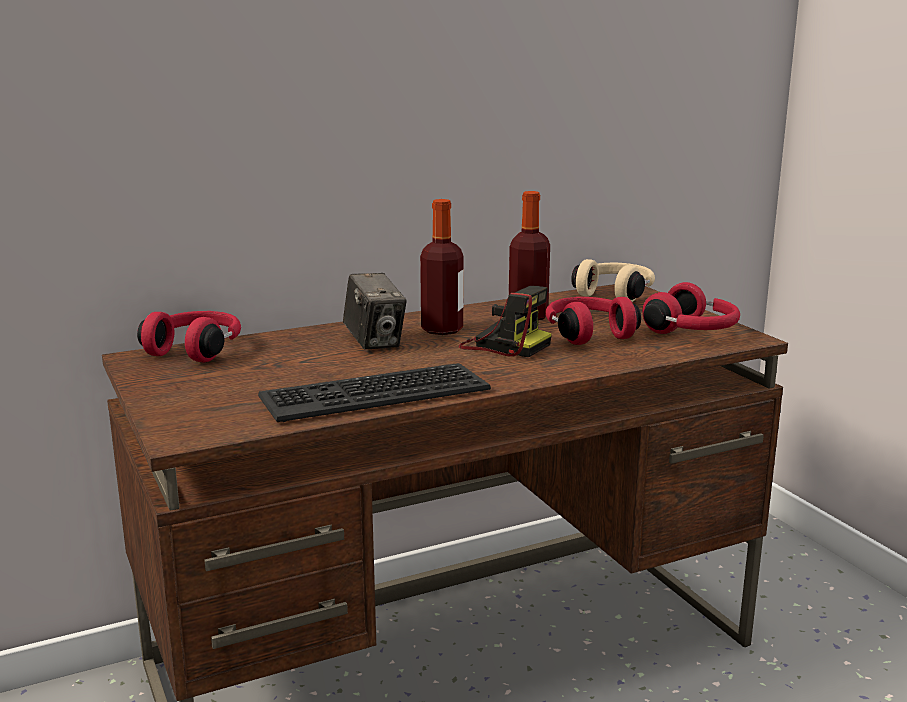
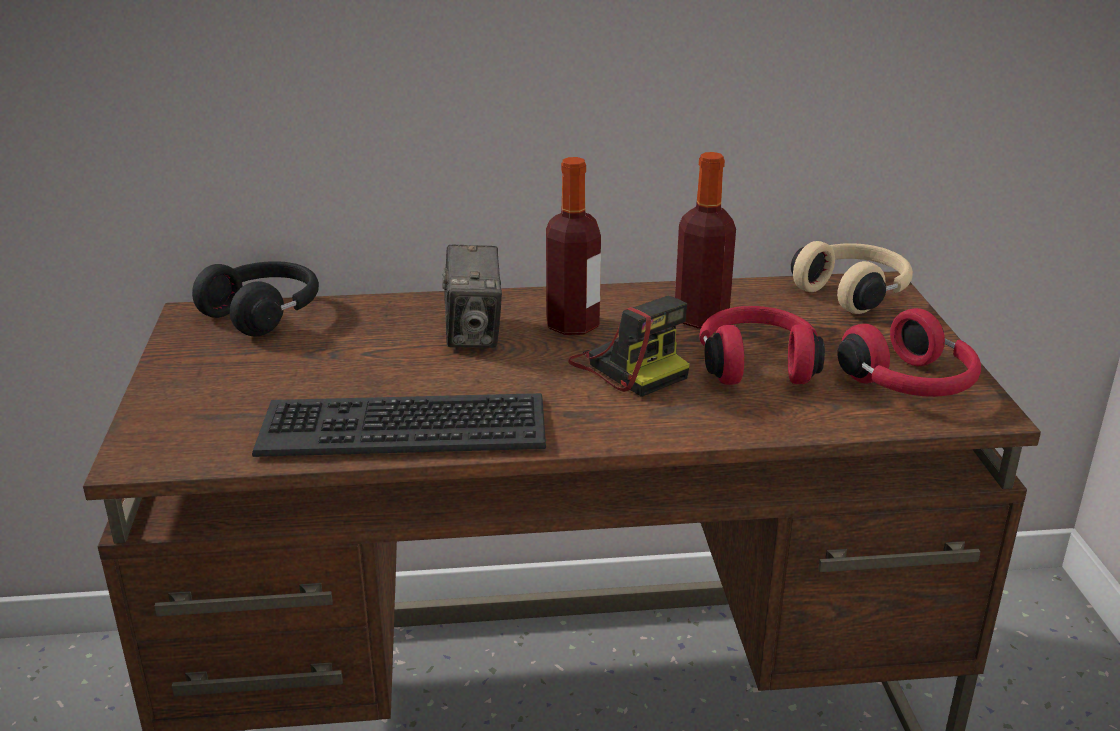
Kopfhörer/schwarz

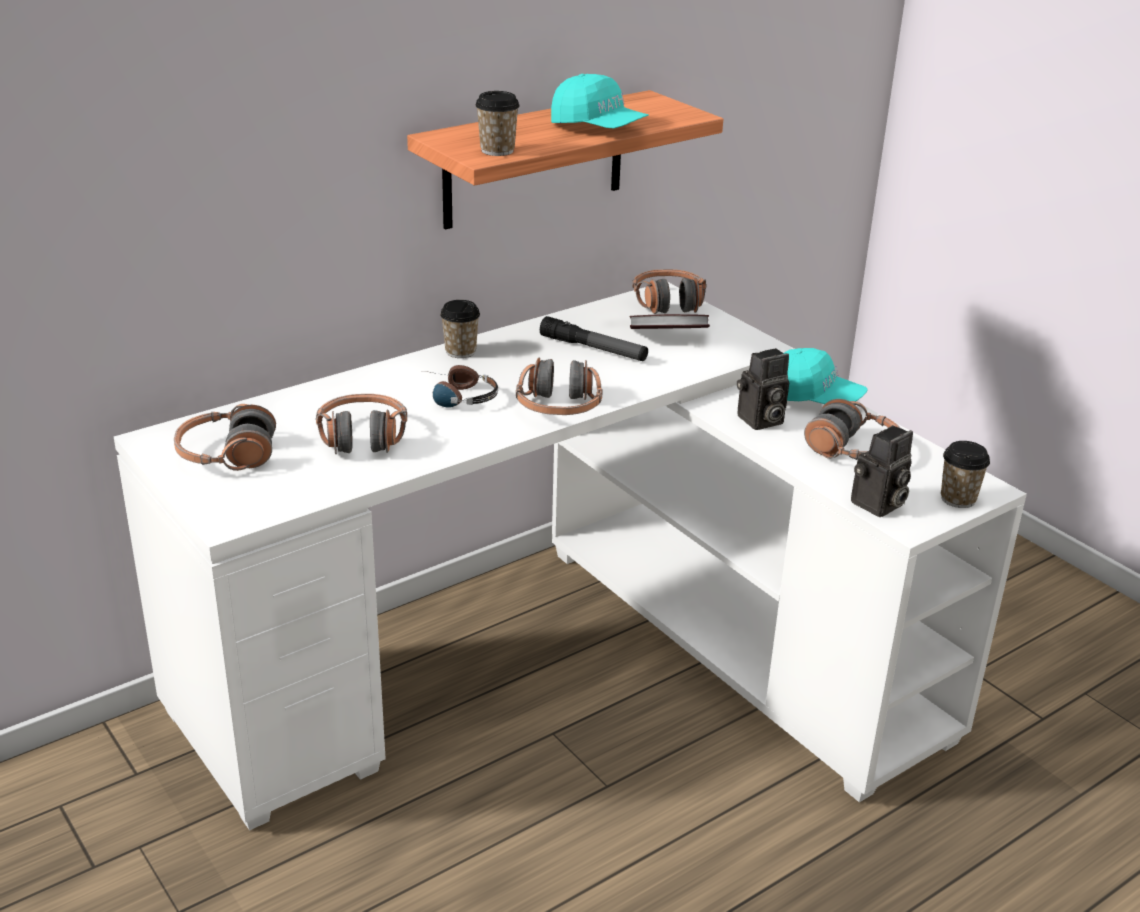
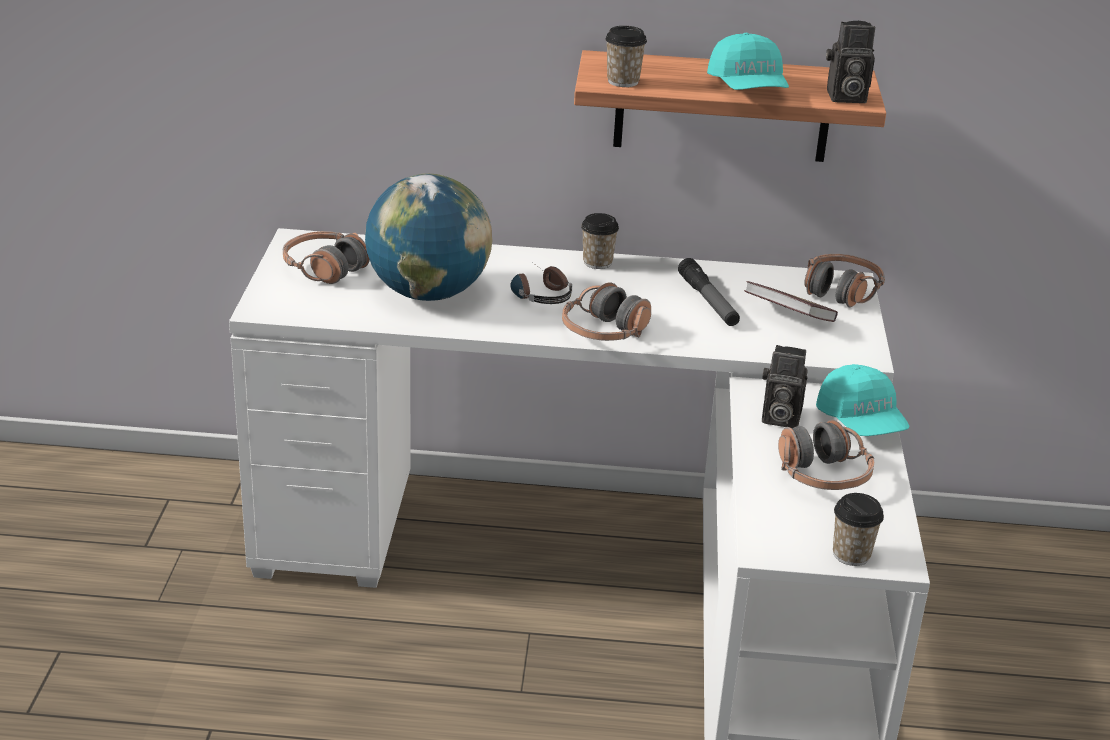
Kamera (no. 2 from left); Globus

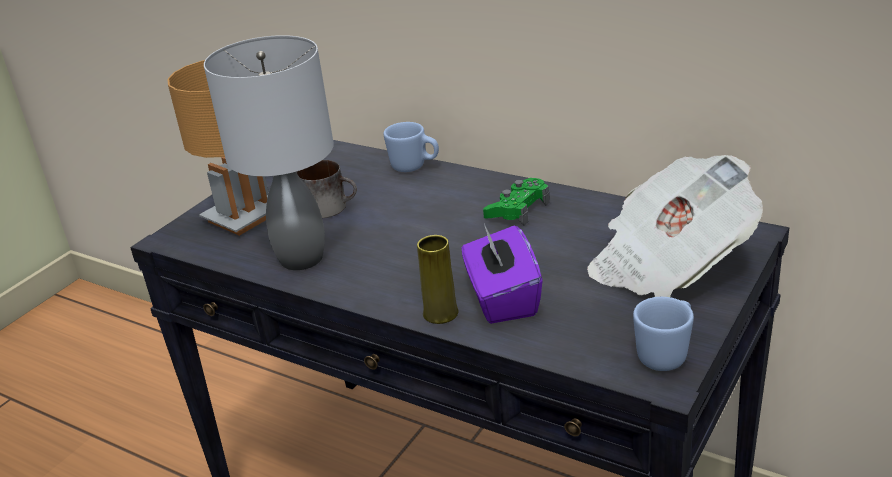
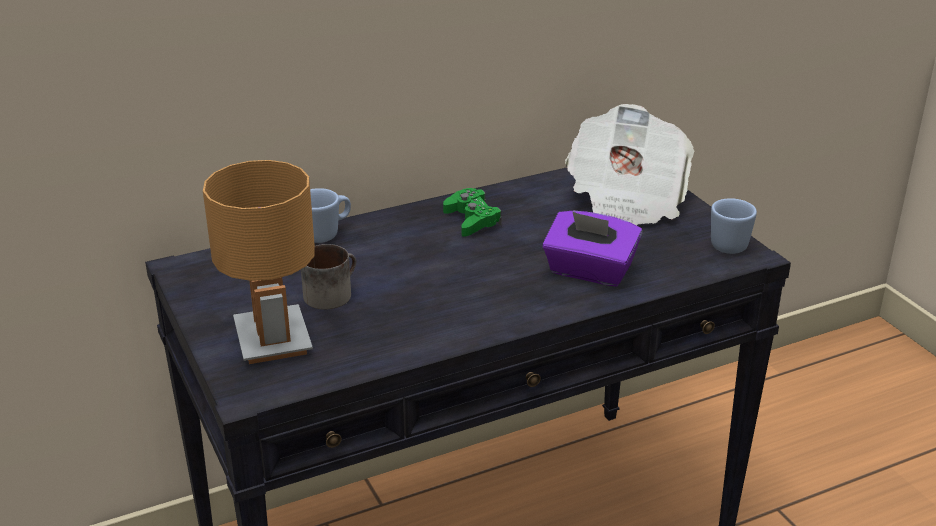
Tischlampe/grau; Vase/gelb

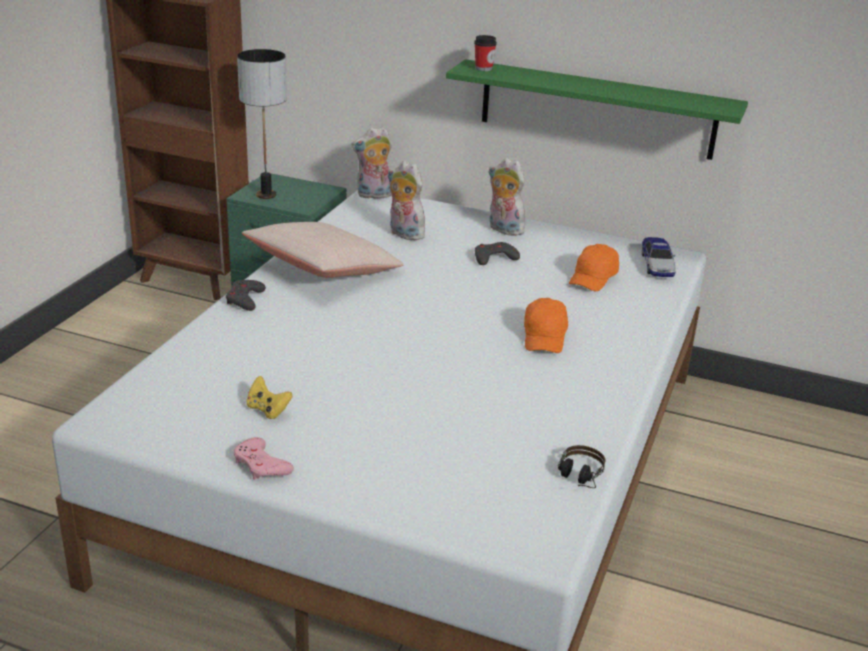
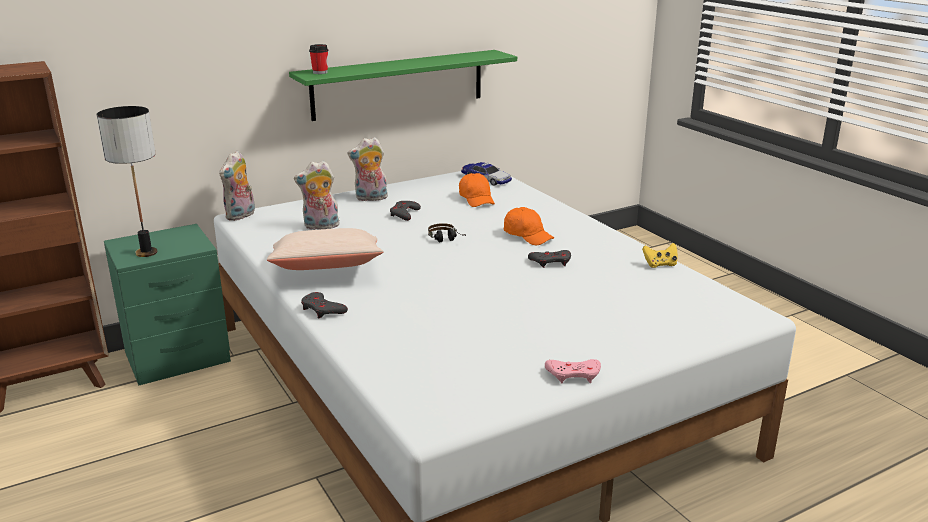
Gamepad/grau (no. 3 from left); Gamepad/gelb; Kopfhörer

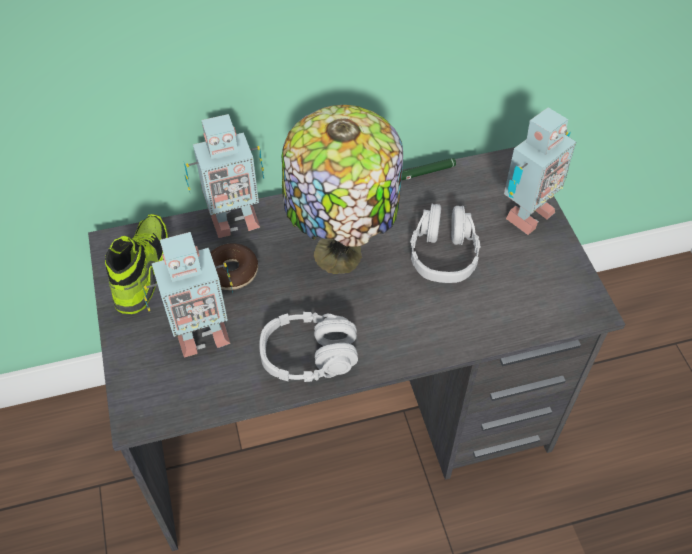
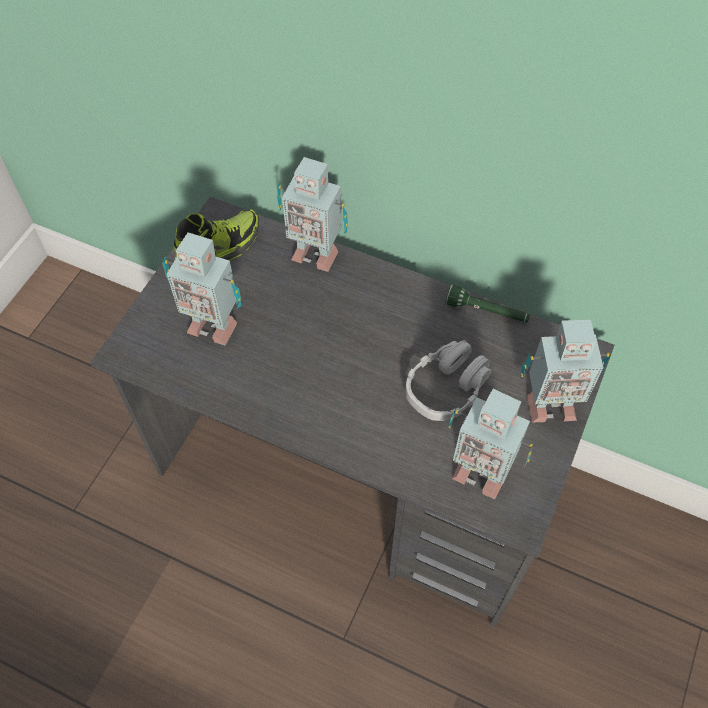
Donut; Kopfhörer/grau (no. 1 from left in the first image); Tischlampe; Spielzeugroboter (no. 3 from left)

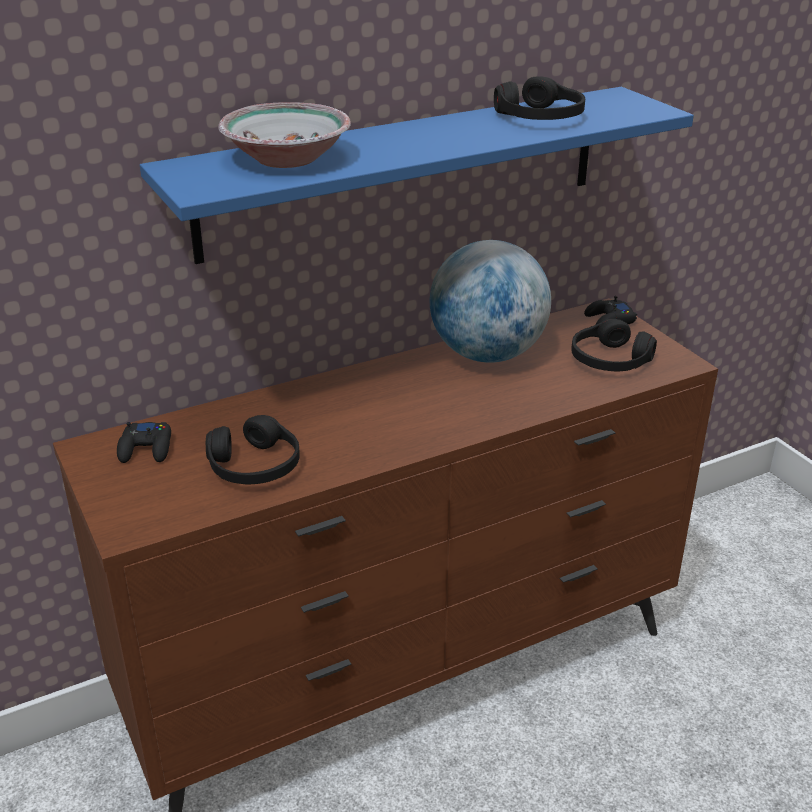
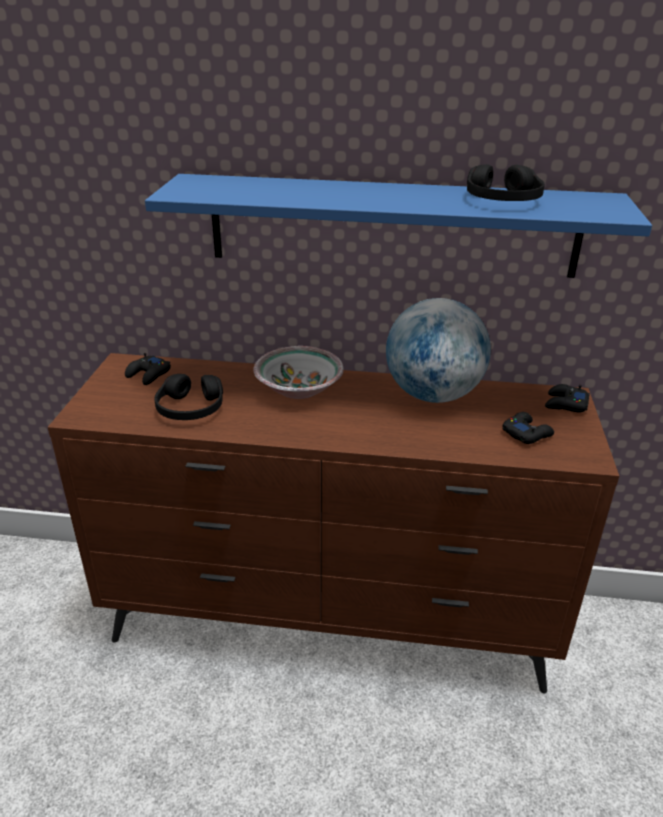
Schüssel; Gamepad/schwarz (no. 2 from left)

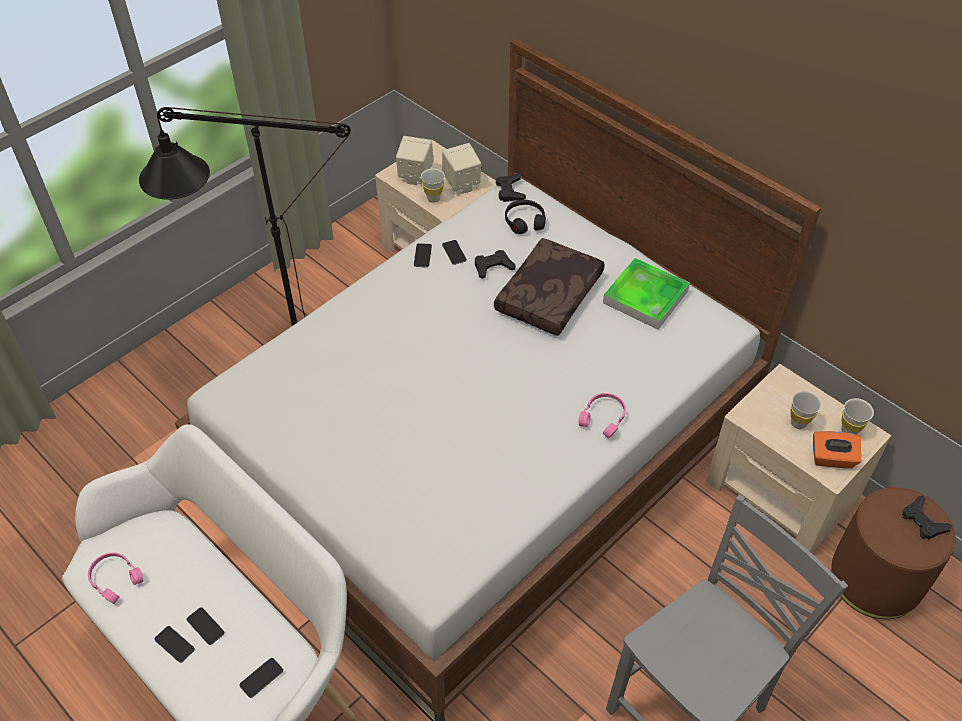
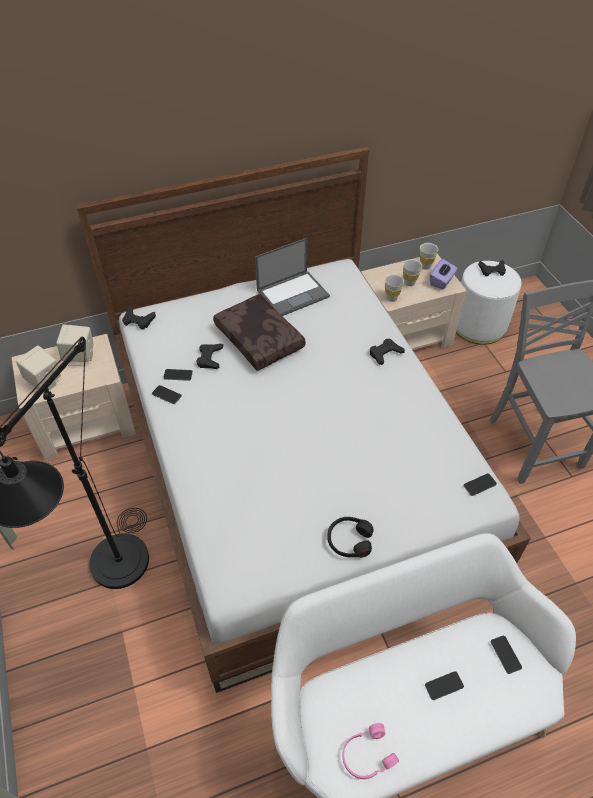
Handy (no. 4 from left); Tasse/weiß (no. 1 from left); Kopfhörer/schwarz; Gamepad/schwarz (no. 3 from left); Laptop; Taschentuchbox/lila; Polsterhocker/weiß

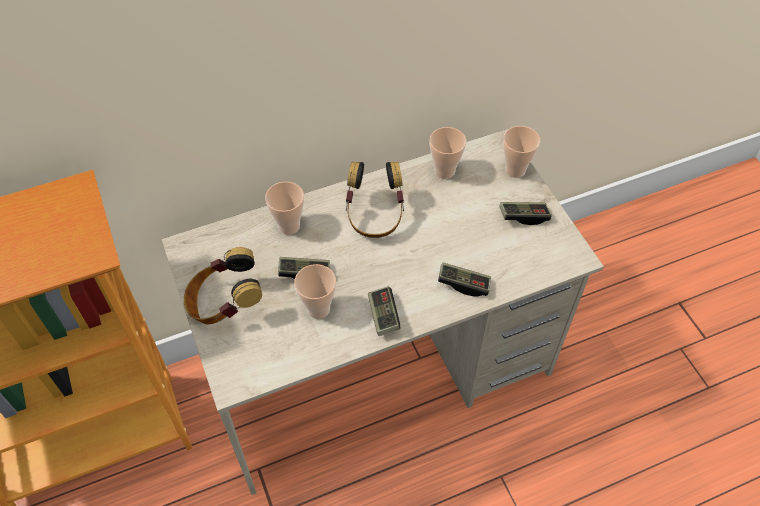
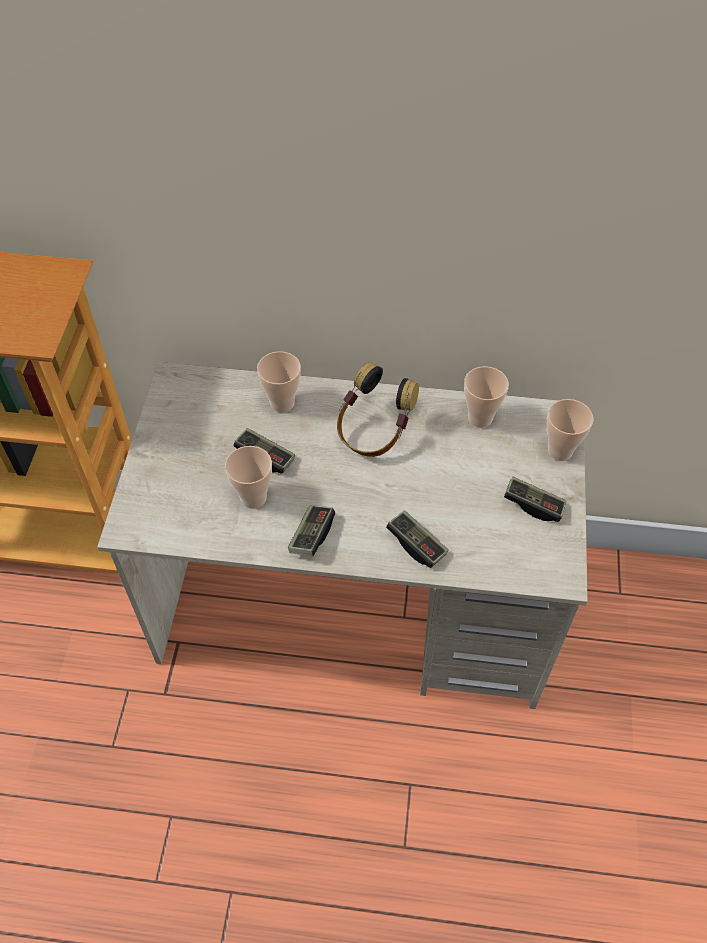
Kopfhörer (no. 1 from left in the first image)

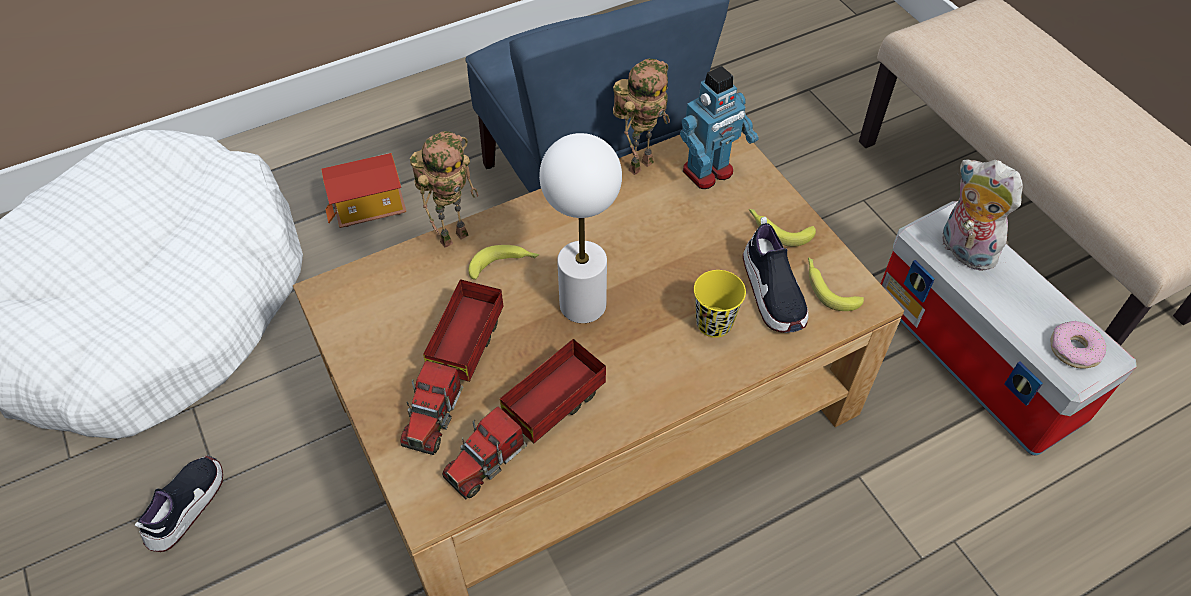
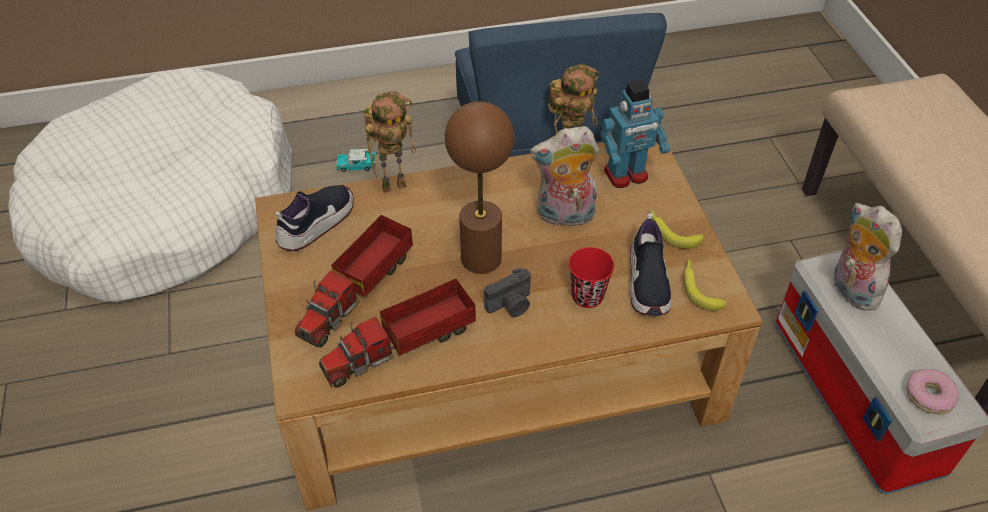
Banane (no. 1 from left in the first image); Kamera; Plüschtier (no. 1 from left); Schuh (no. 1 from left); Spielzeugauto; Tischlampe/braun; Tasse/rot

